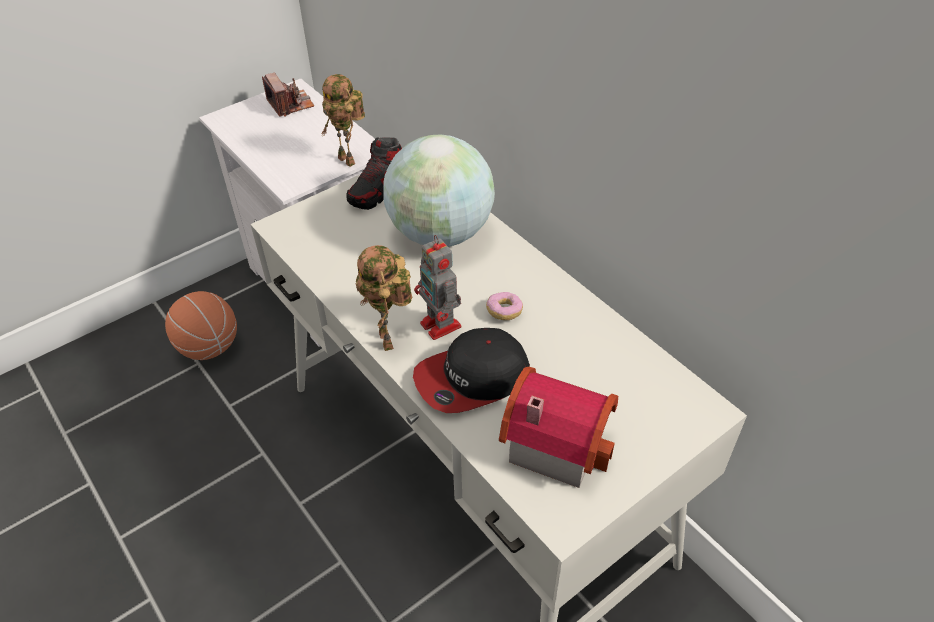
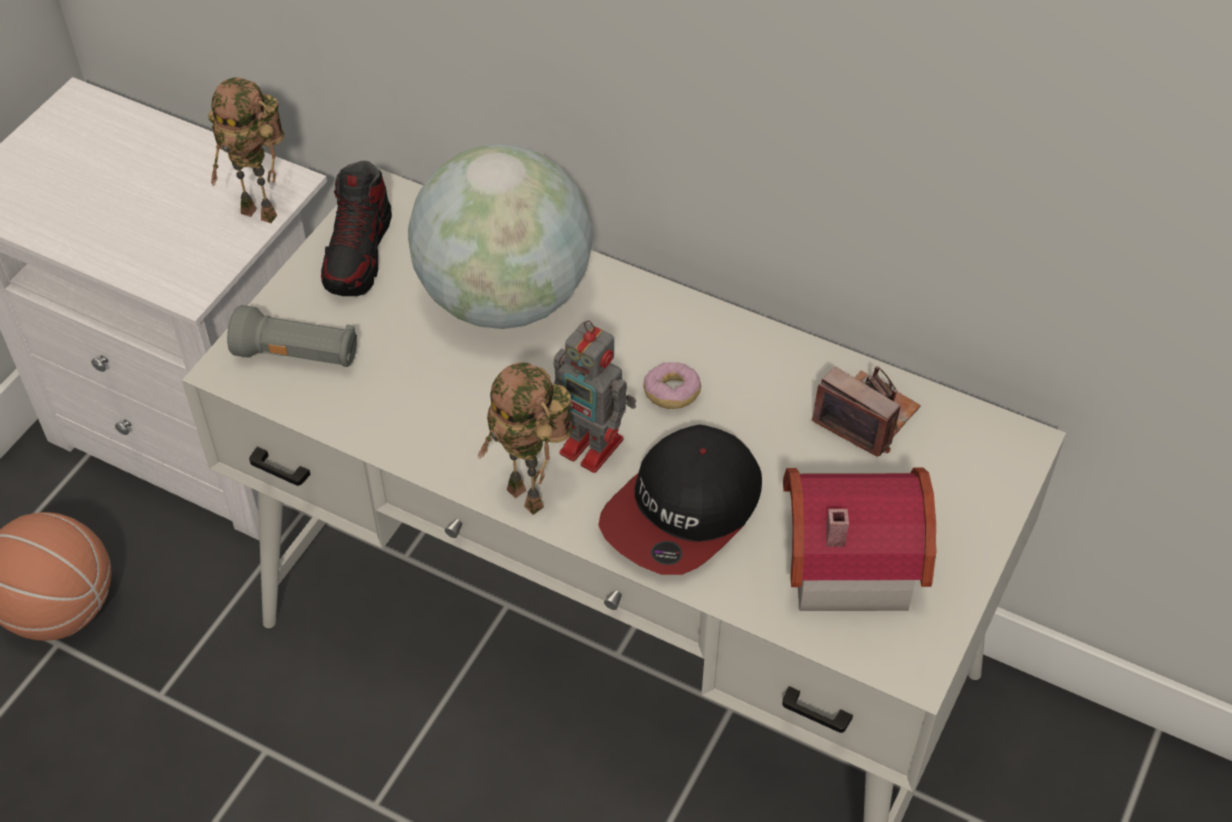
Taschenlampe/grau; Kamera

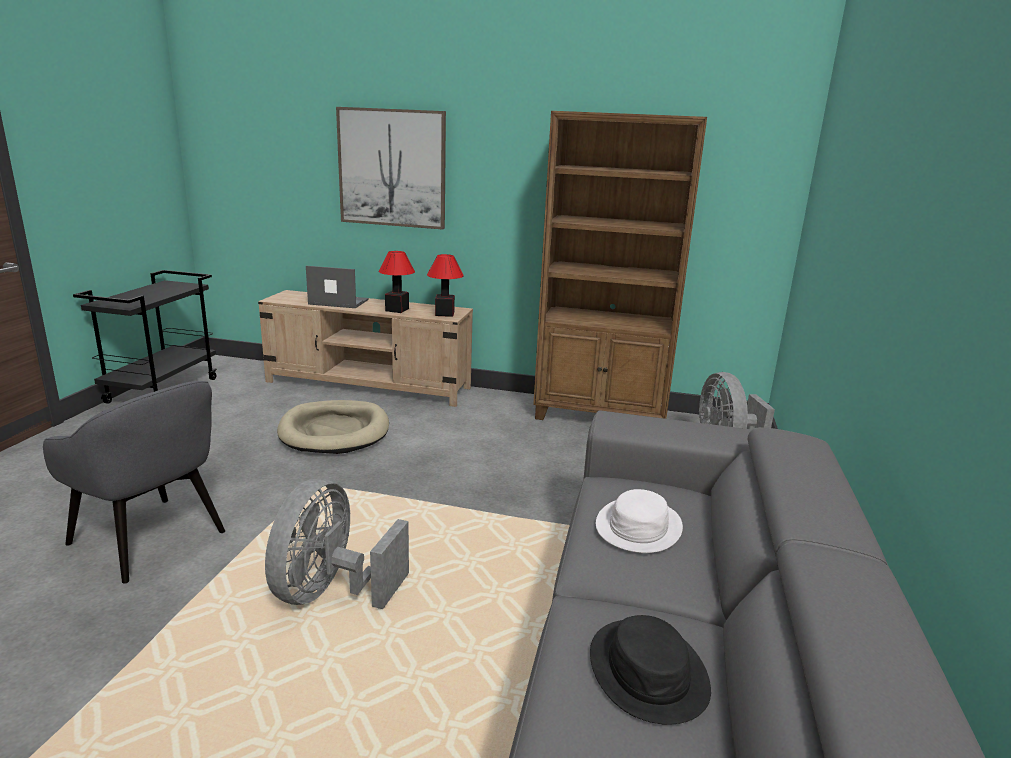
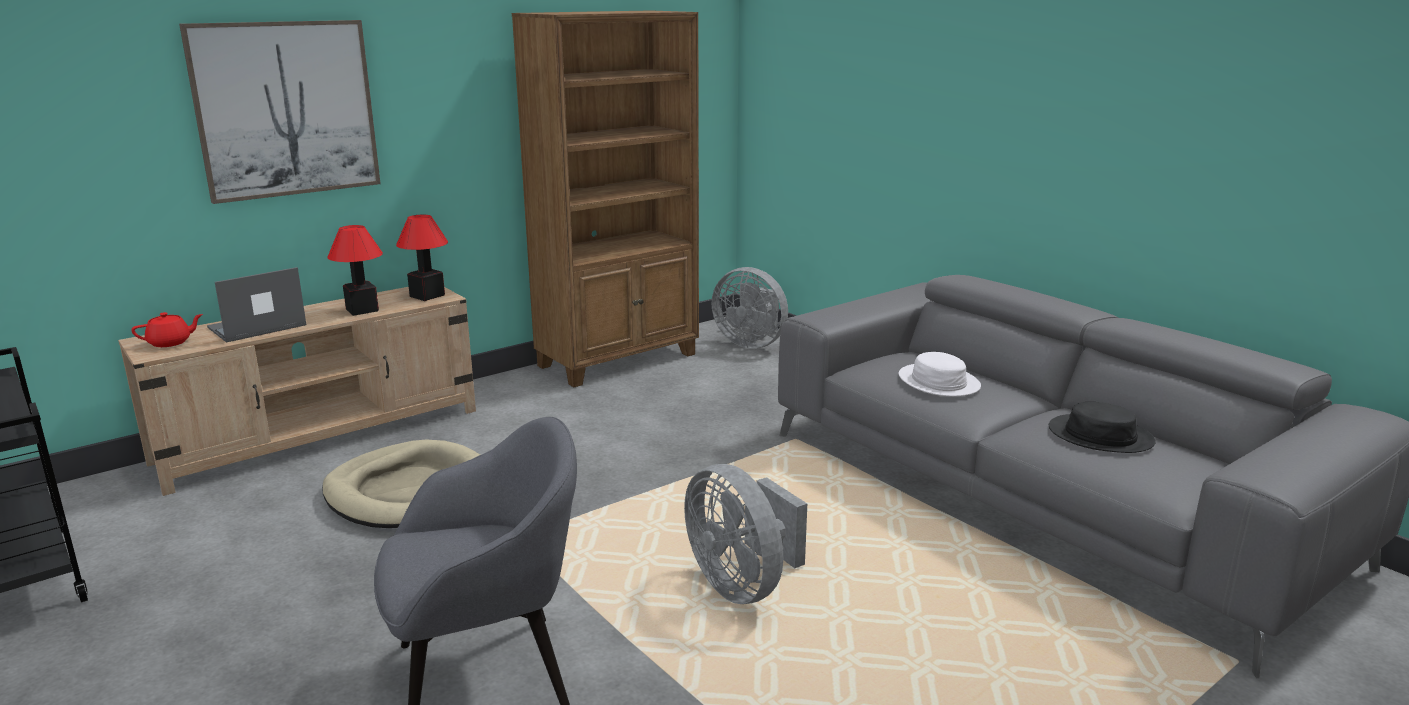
Teekanne/rot

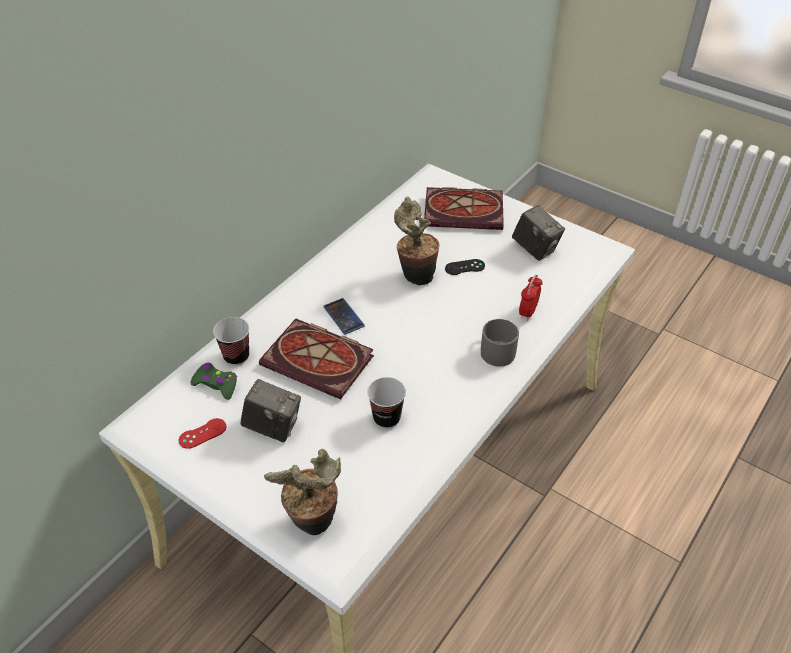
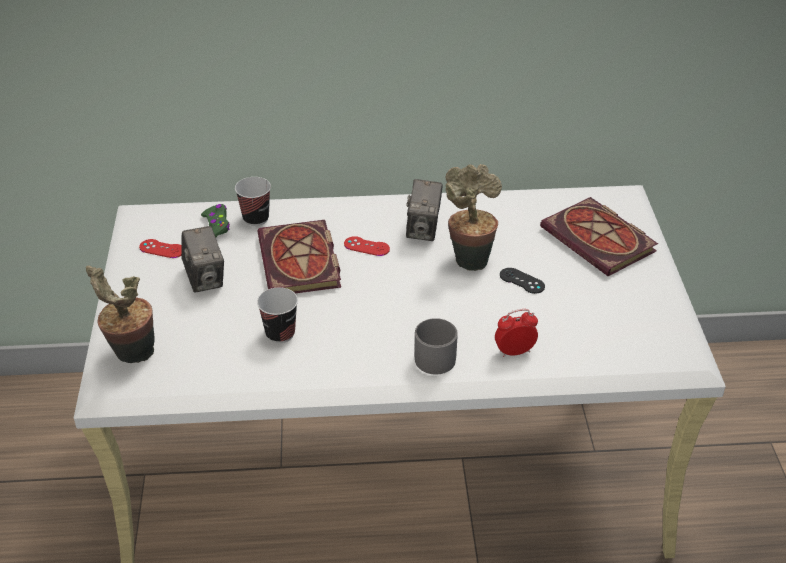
Kamera (no. 2 from left); Gamepad/rot (no. 2 from left)

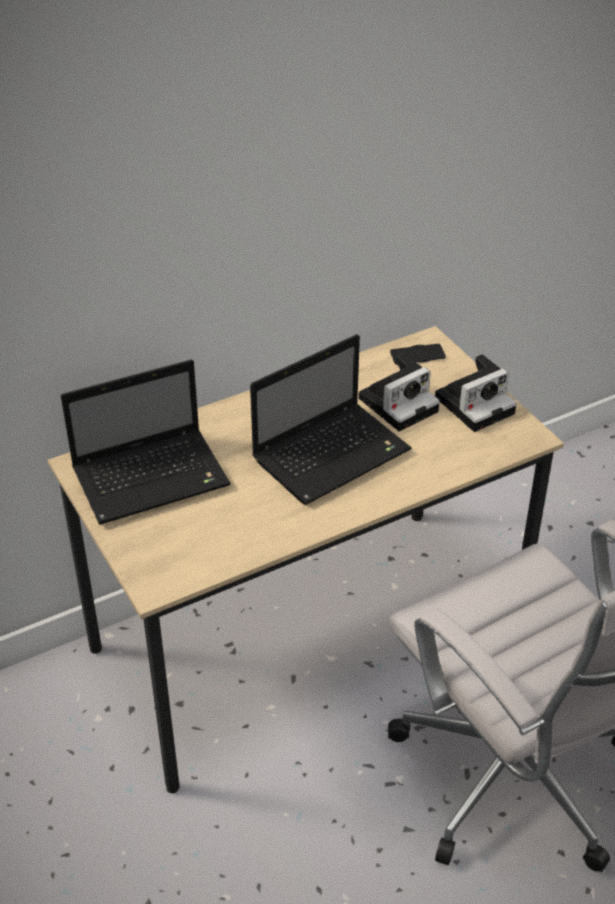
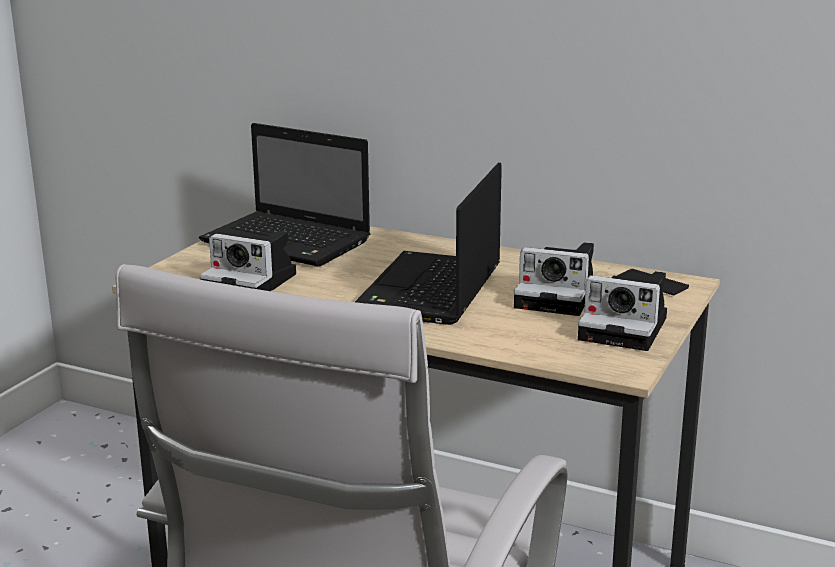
Kamera (no. 1 from left); Laptop (no. 2 from left)

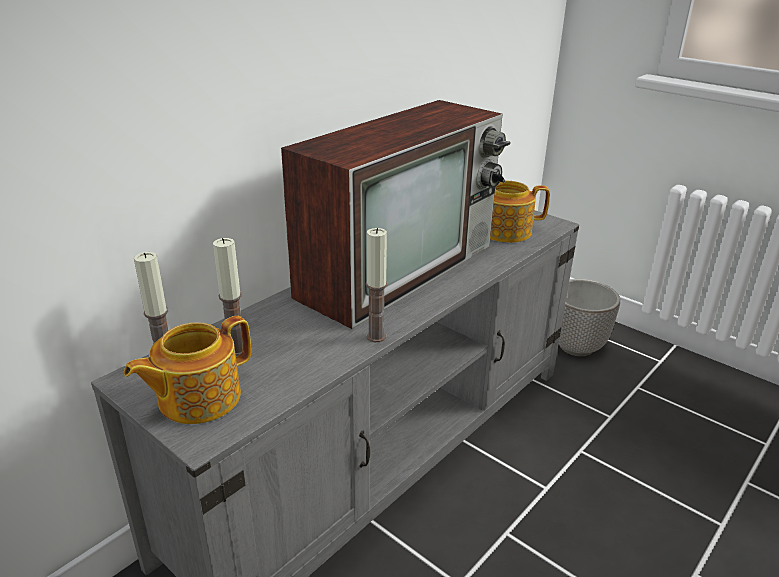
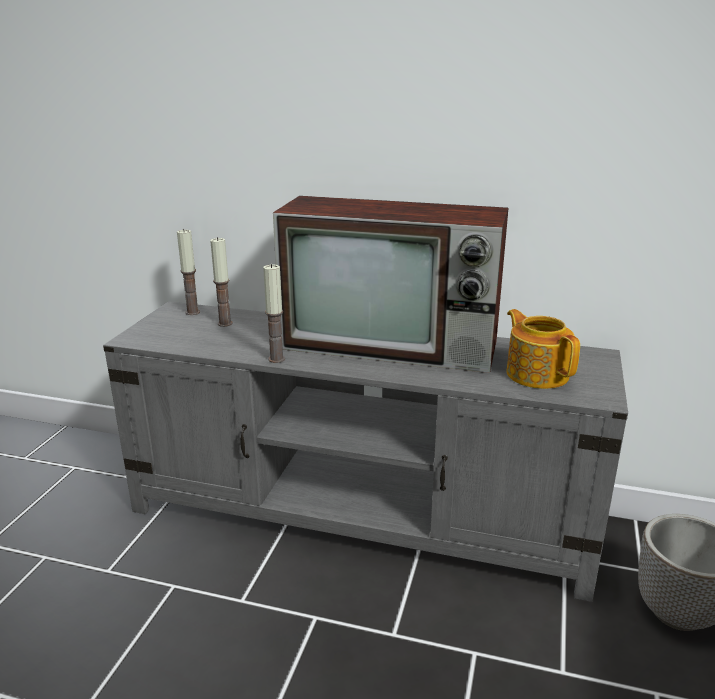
Teekanne (no. 1 from left in the first image)

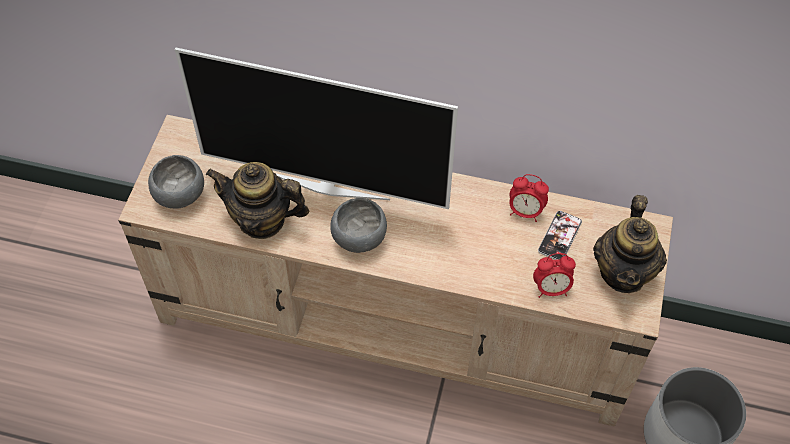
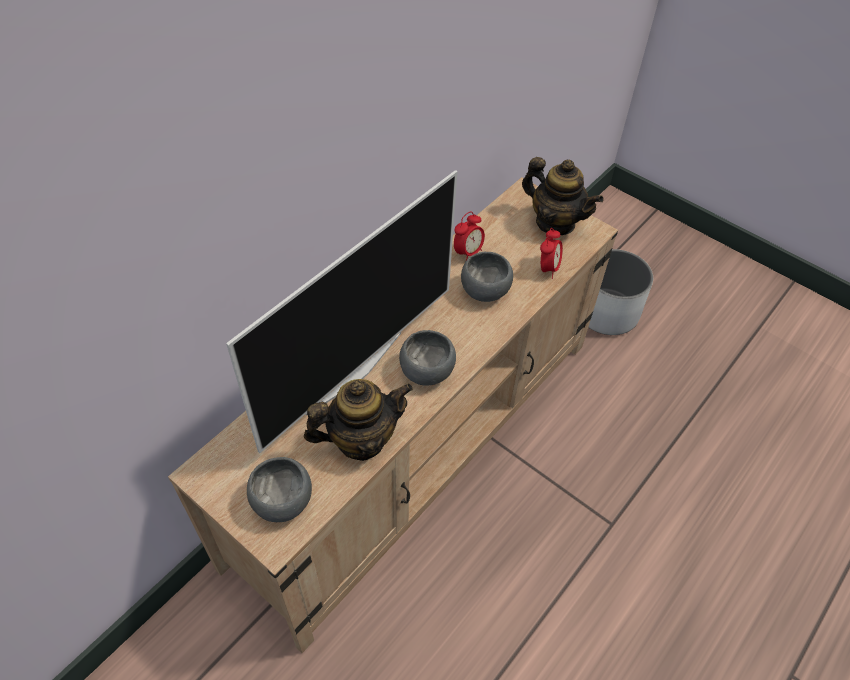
Handy; Schüssel/grau (no. 3 from left); Teekanne (no. 1 from left)

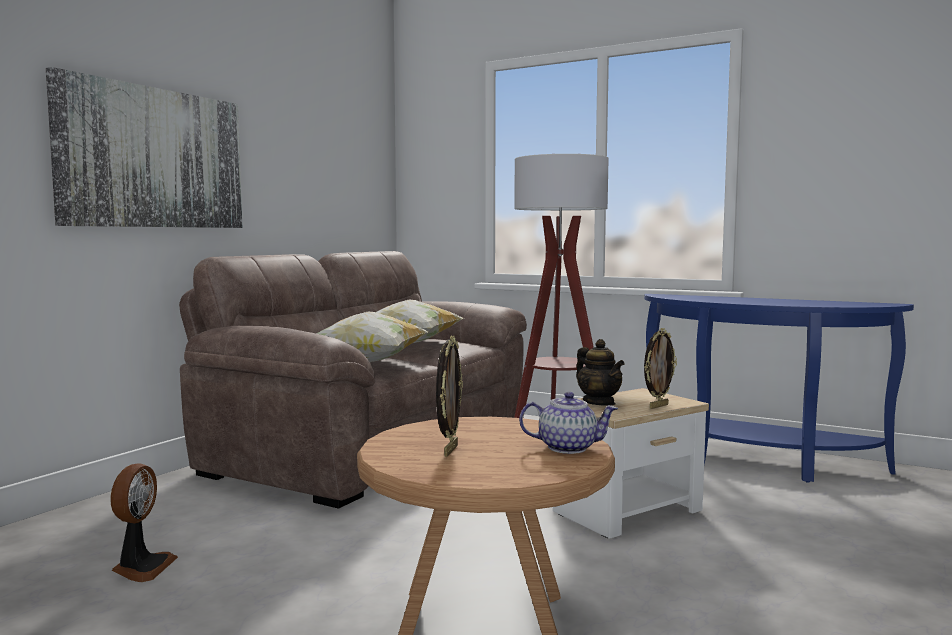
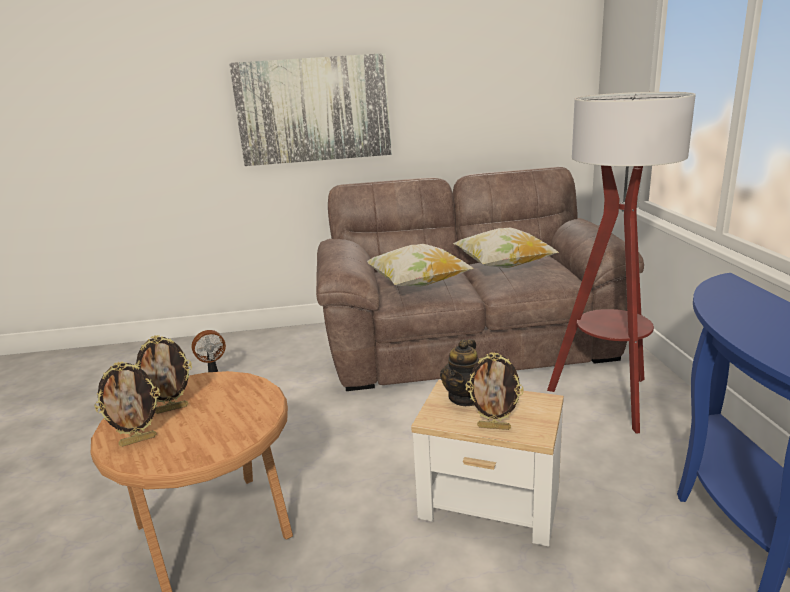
Teekanne (no. 1 from left in the first image); Bilderrahmen (no. 1 from left)

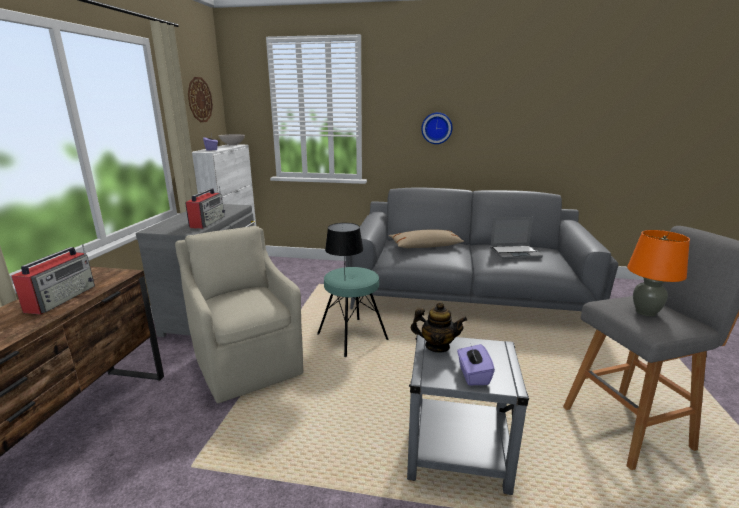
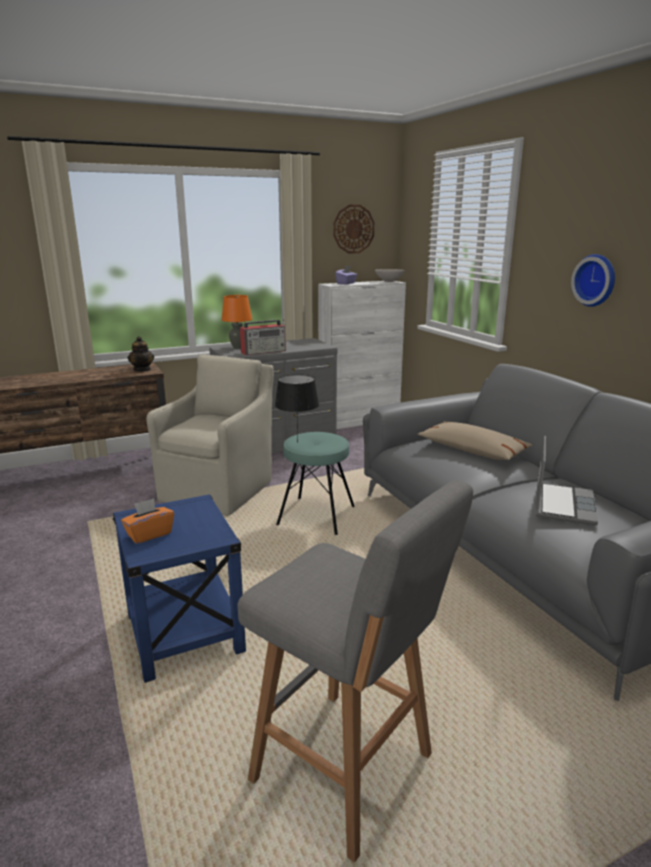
Radio (no. 1 from left in the first image); Teekanne; Tischlampe/orange; Beistelltisch/blau; Taschentuchbox/orange; Laptop

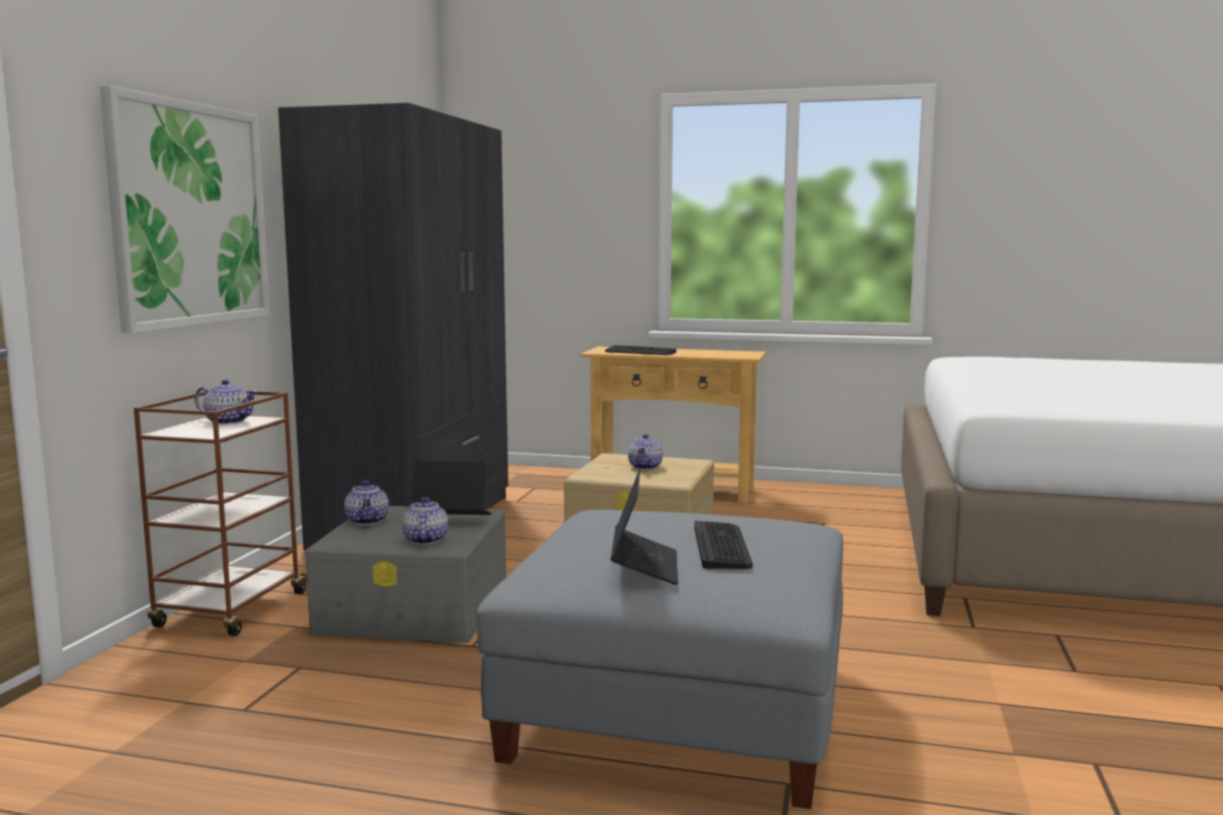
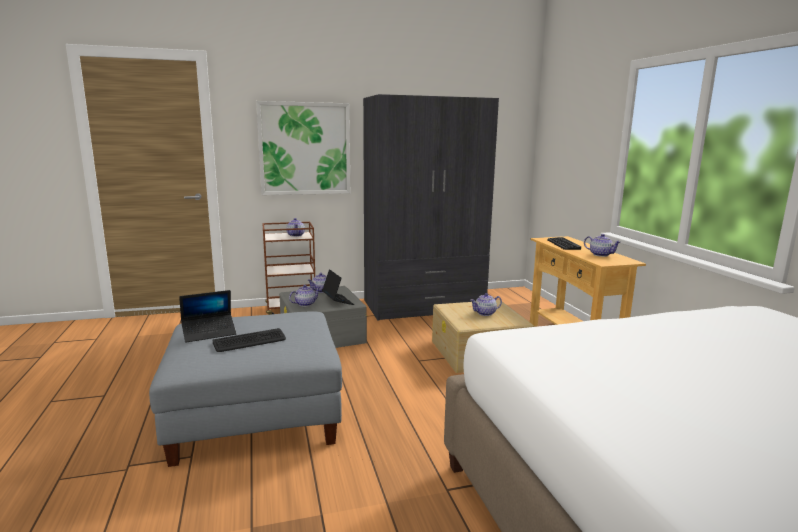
Teekanne (no. 5 from left)

